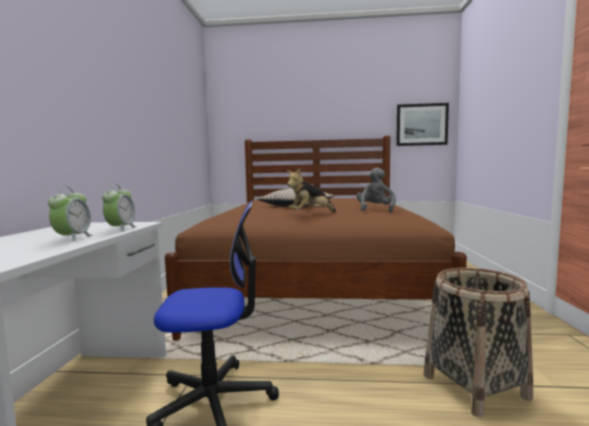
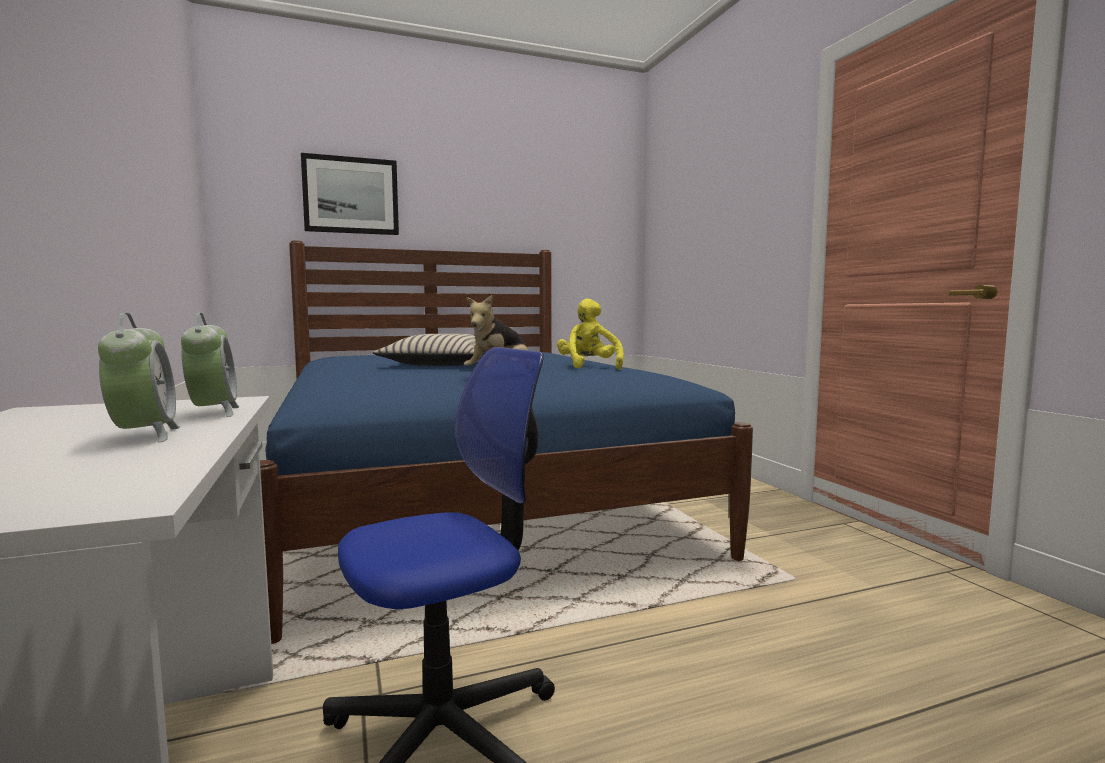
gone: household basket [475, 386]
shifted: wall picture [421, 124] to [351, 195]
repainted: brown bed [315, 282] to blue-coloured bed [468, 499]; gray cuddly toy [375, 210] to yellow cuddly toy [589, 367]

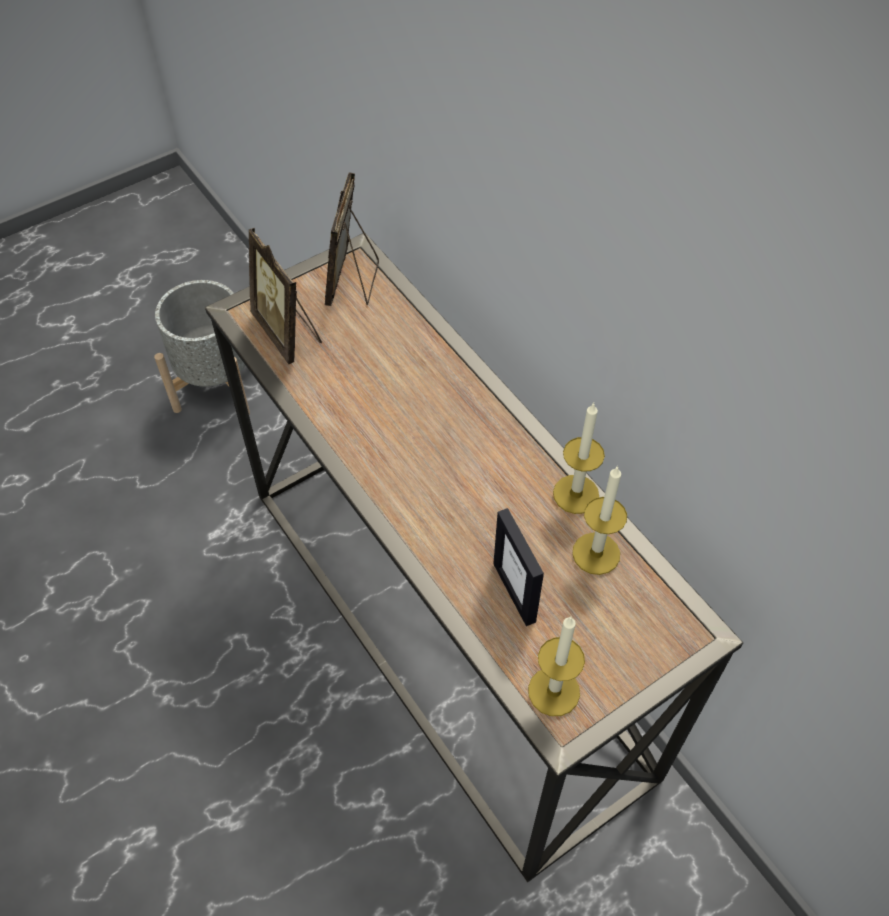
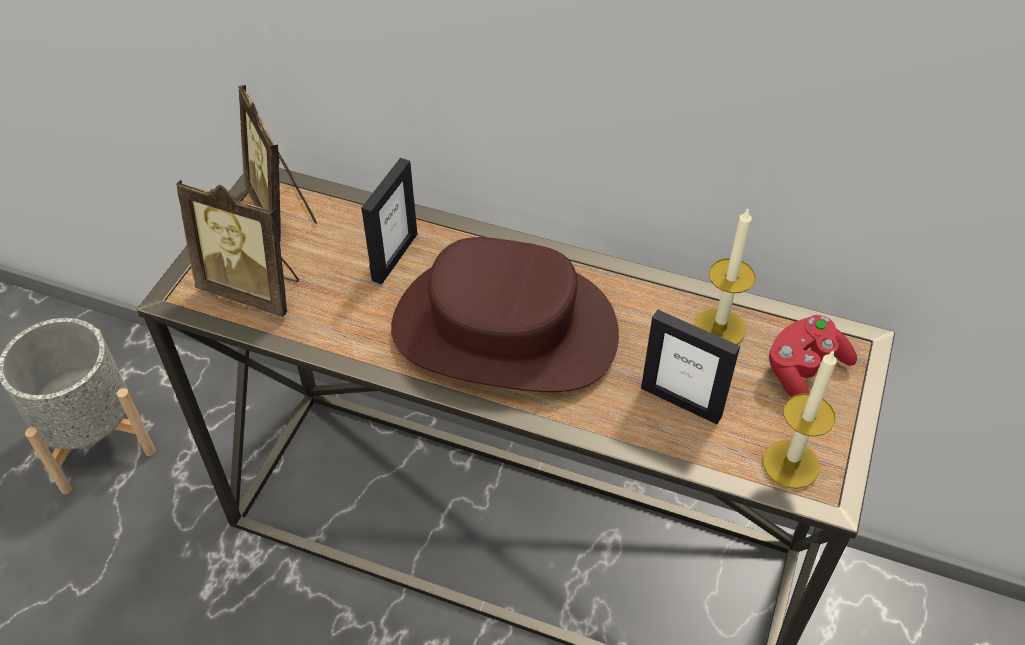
gone: wax candle [576, 494]
new: standing frame [394, 257]; brown clothing hat [504, 330]; reddish game controller [804, 369]

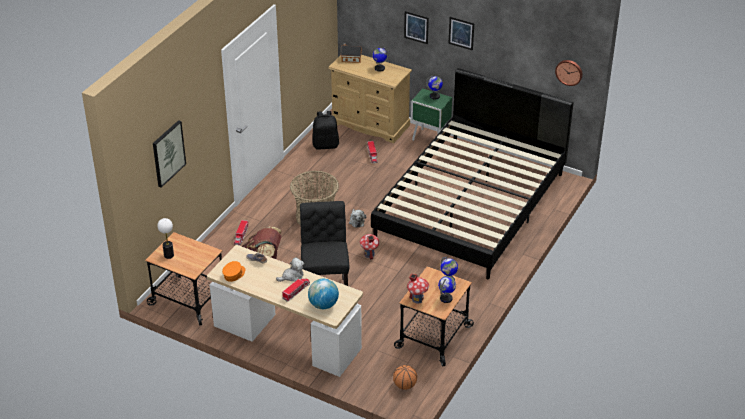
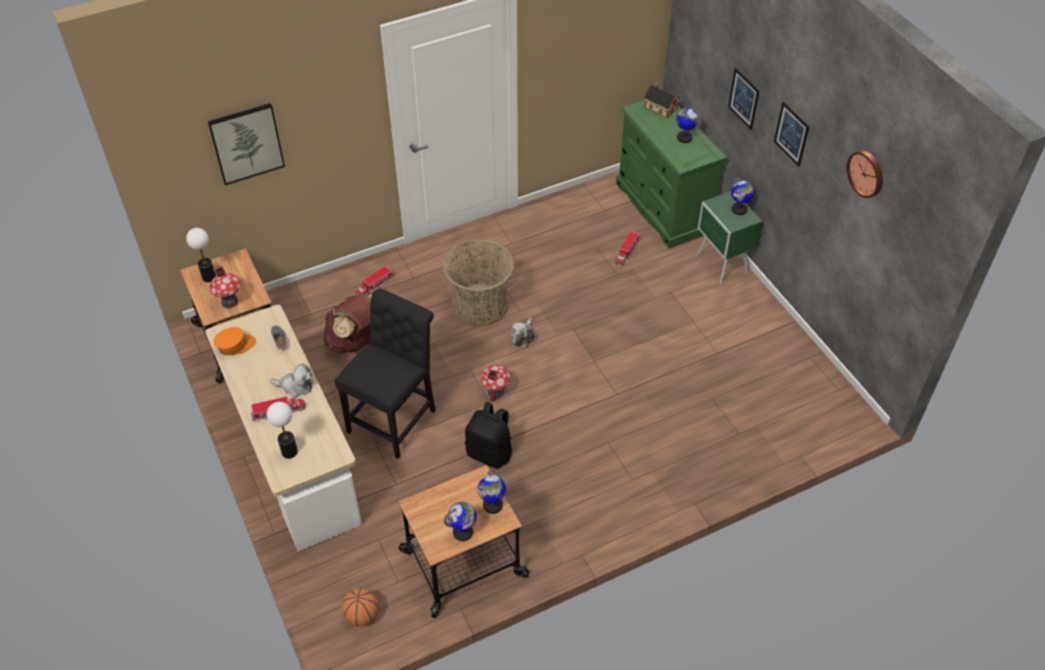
gone: black bed [471, 205]
shifted: model house [417, 299] to [230, 302]; black rucksack [326, 145] to [490, 453]; hanging clock [569, 72] to [866, 173]
swapped: globe [323, 305] to table lamp [289, 451]
repainted: beige dresser [370, 124] to green dresser [663, 208]

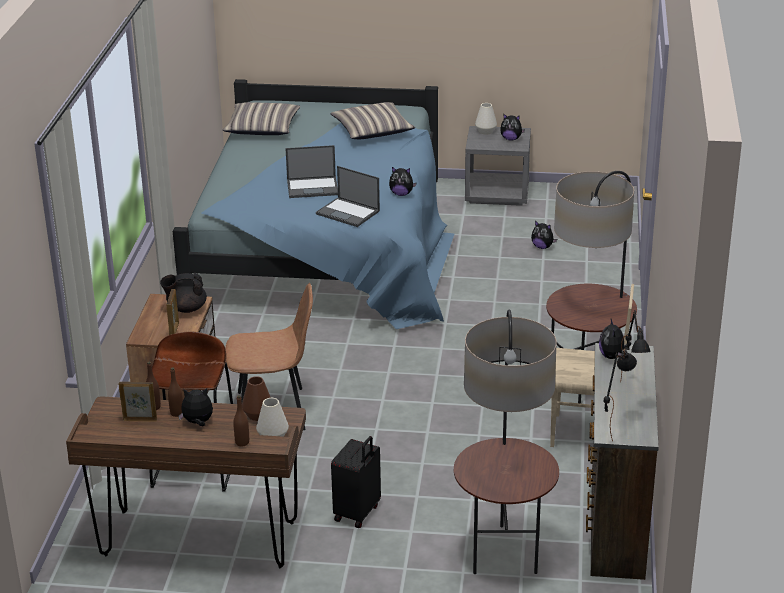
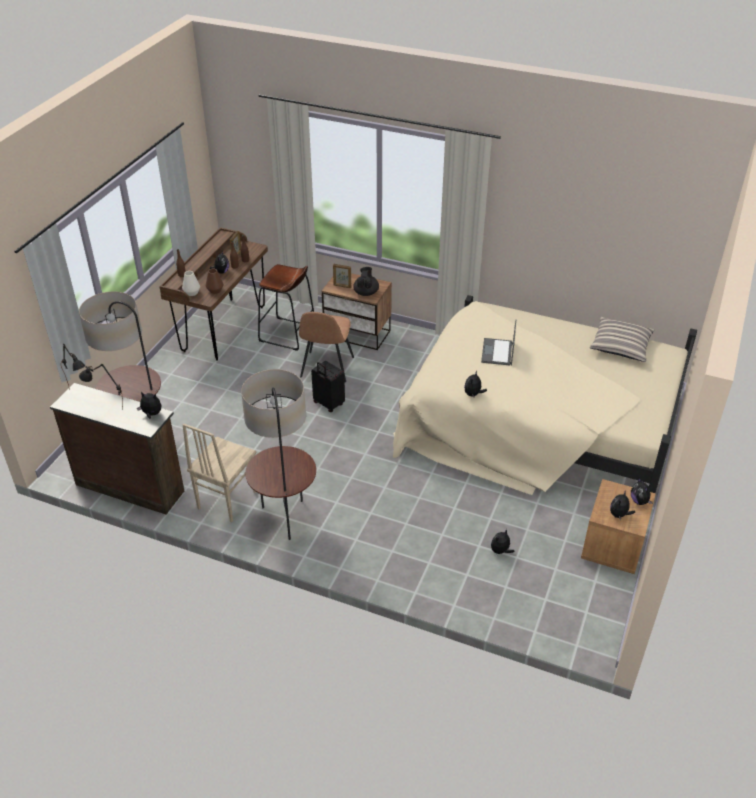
gone: laptop [348, 212]; throw pillow [372, 130]
shifted: black travel case [358, 513] to [328, 404]
swapped: white-coloured decorative vase [485, 131] to cuddly toy [639, 501]
repainted: blue-coloured bed [327, 244] to beige bed [538, 424]; gray bedside table [497, 193] to brown bedside table [612, 547]

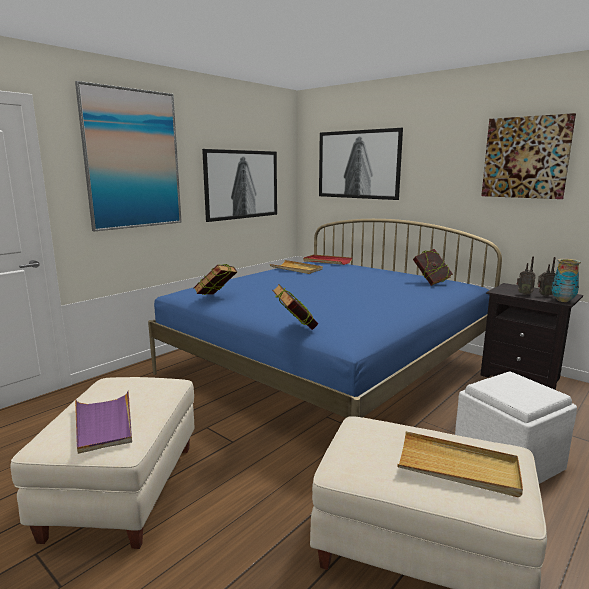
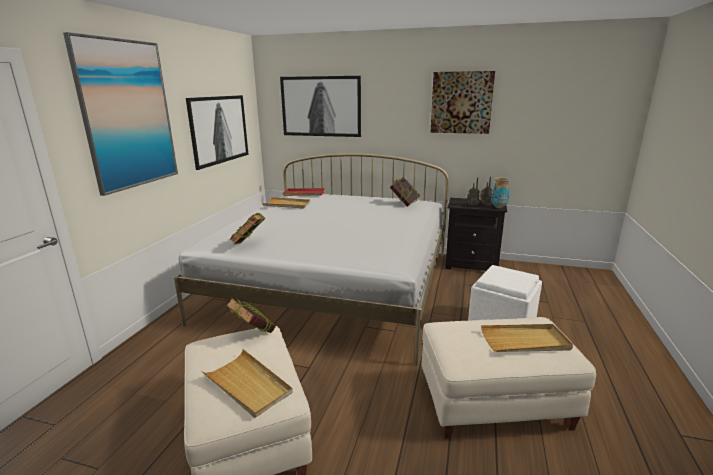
shifted: bound book [295, 328] to [253, 335]
repainted: blue-coloured bed [327, 366] to white-coloured bed [334, 285]; purple carrying tray [104, 424] to beige carrying tray [248, 385]

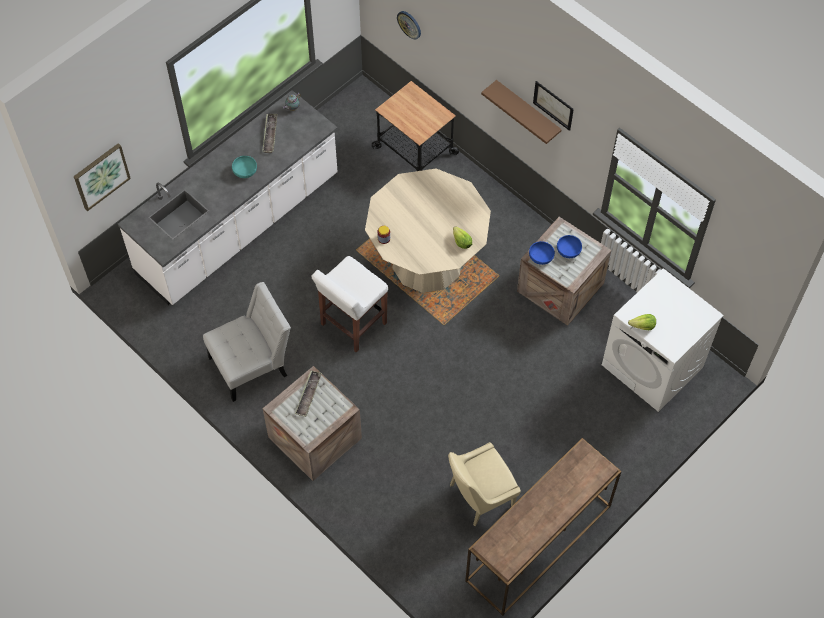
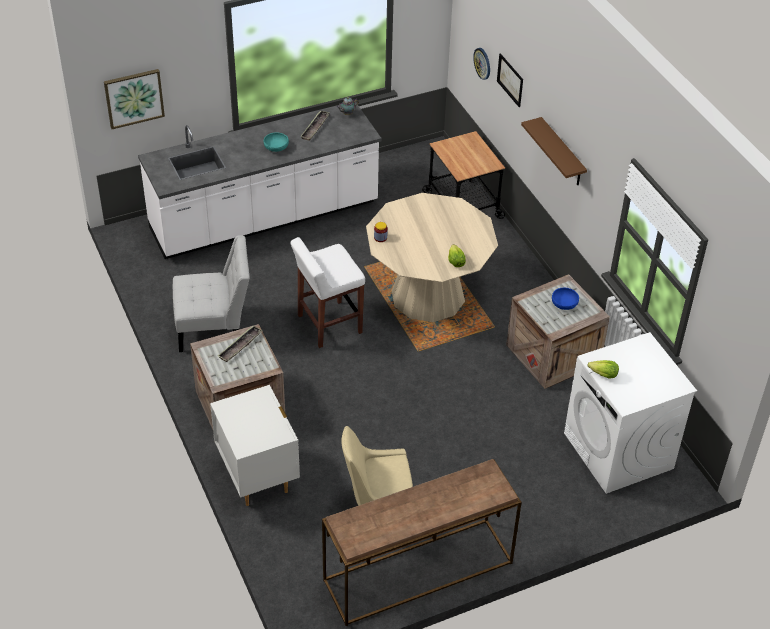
gone: blue-coloured deep dish [541, 257]
new: white-coloured bedside table [257, 477]
shifted: wall picture [553, 105] to [510, 80]

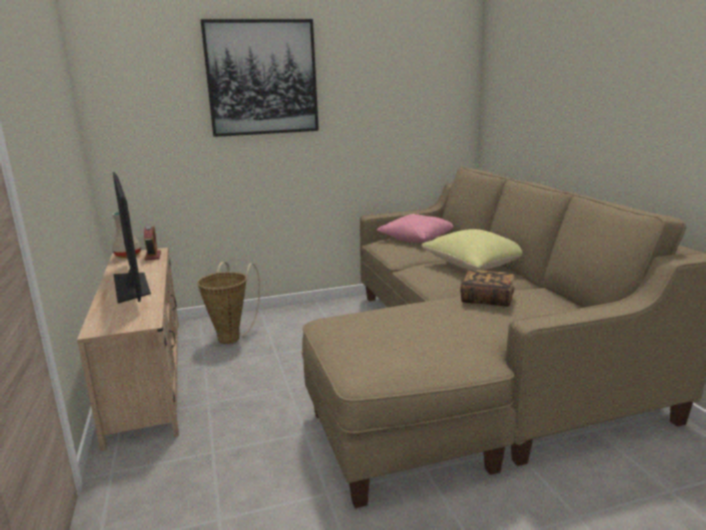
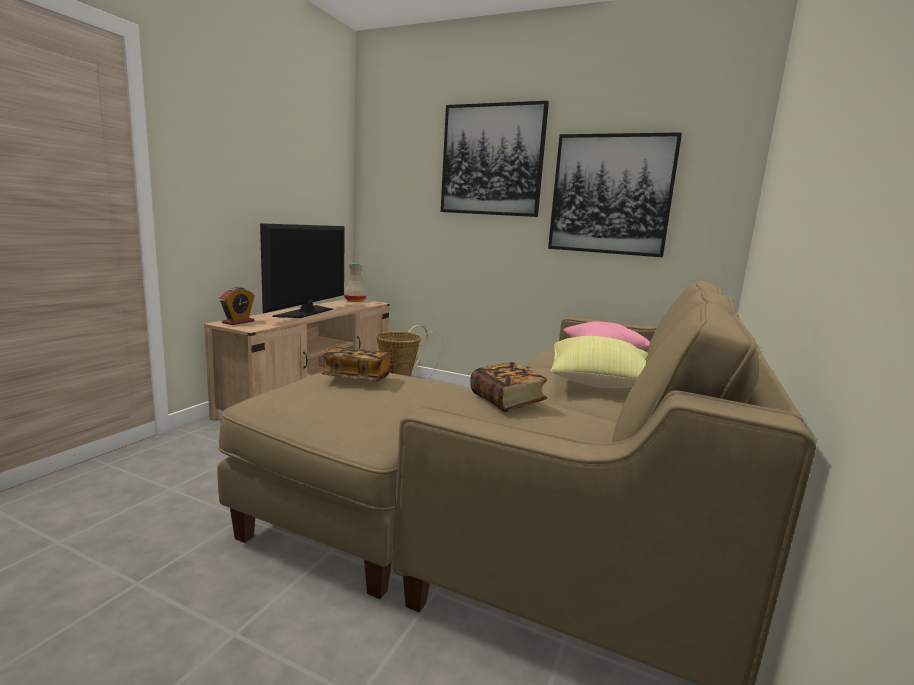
new: bound book [357, 379]; wall picture [610, 195]
shifted: table clock [153, 256] to [238, 322]

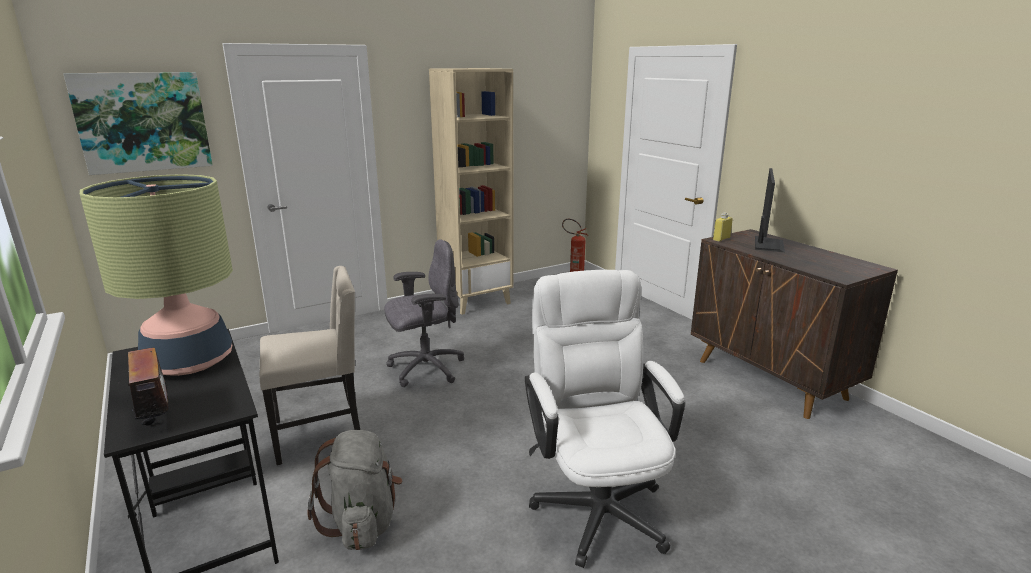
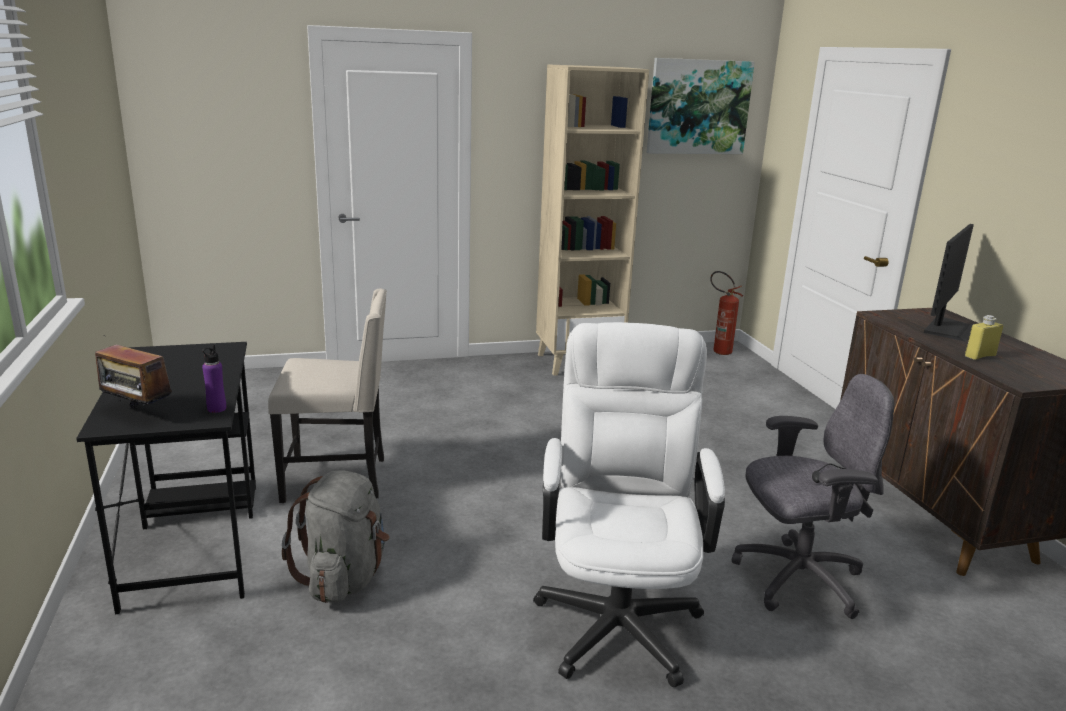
gone: table lamp [189, 361]
new: purple beverage bottle [216, 409]
shifted: wall picture [143, 122] to [698, 107]; gray office chair [425, 369] to [796, 579]; yellow beverage bottle [721, 239] to [980, 356]
rotated: radio [156, 416] = [137, 413] 135 degrees clockwise

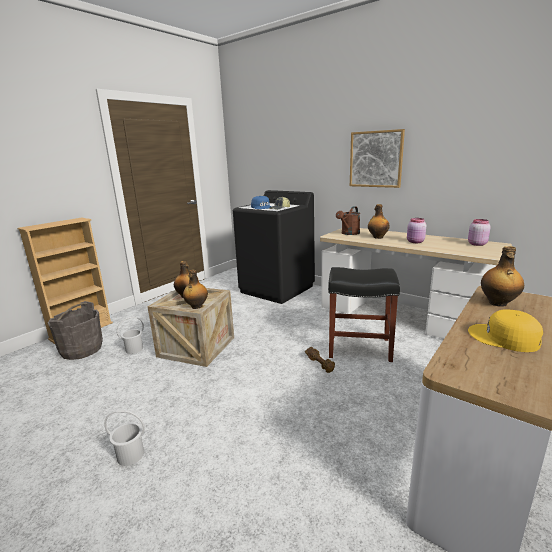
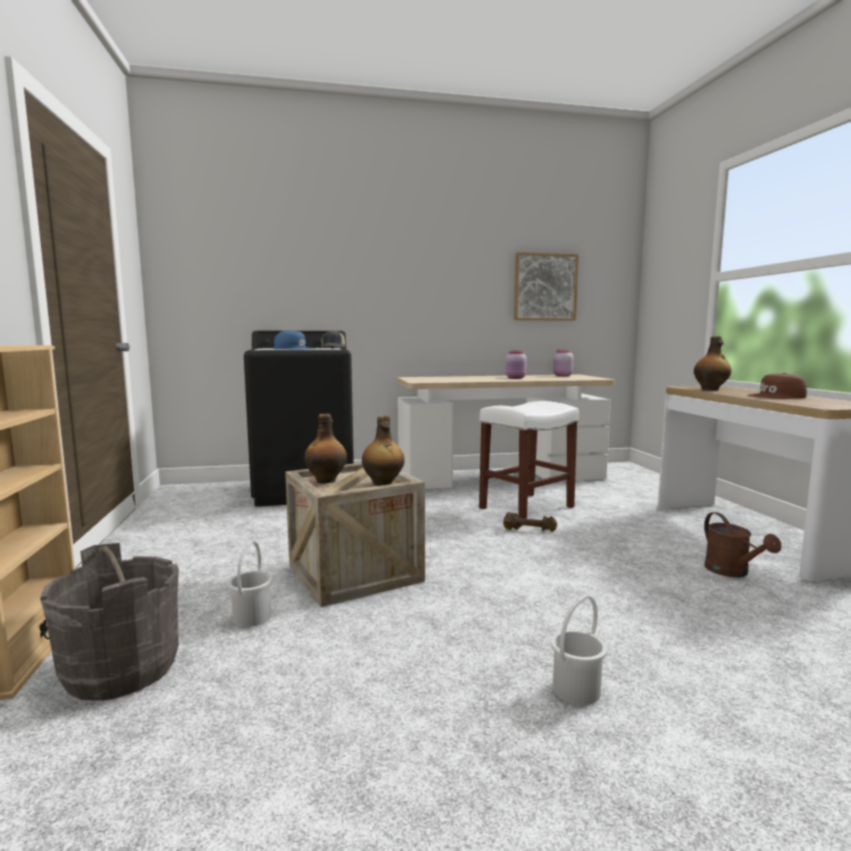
gone: beverage bottle [377, 237]
shifted: wall picture [376, 159] to [545, 287]; brown watering pot [349, 233] to [732, 572]
repainted: black stool [358, 348] to white-coloured stool [526, 508]; yellow cap [504, 338] to brown cap [777, 396]

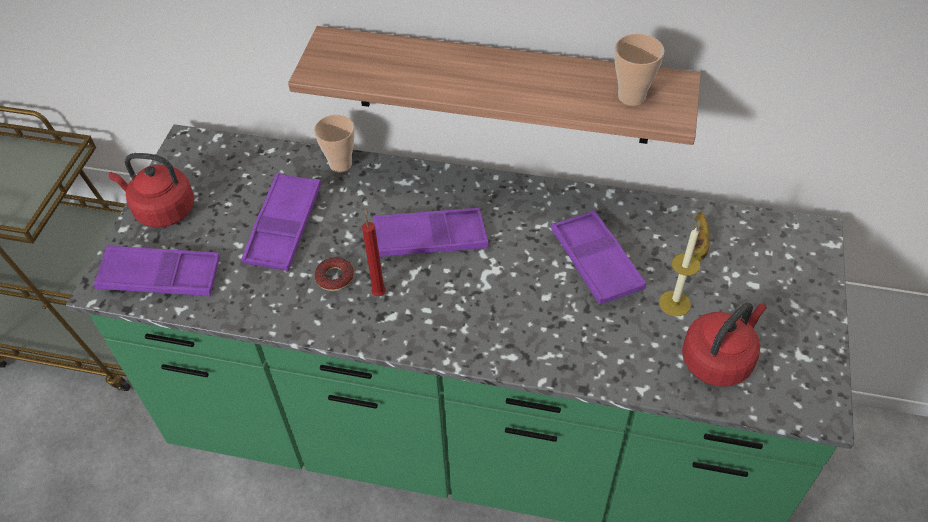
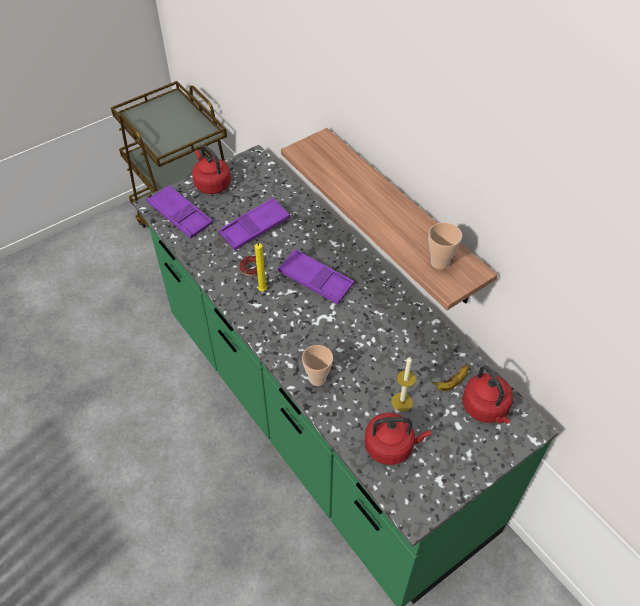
gone: purple carrying tray [595, 262]
new: reddish tea kettle [486, 408]
shifted: small cup [340, 164] to [317, 379]
repainted: reddish wax candle [379, 292] to yellow wax candle [263, 289]

